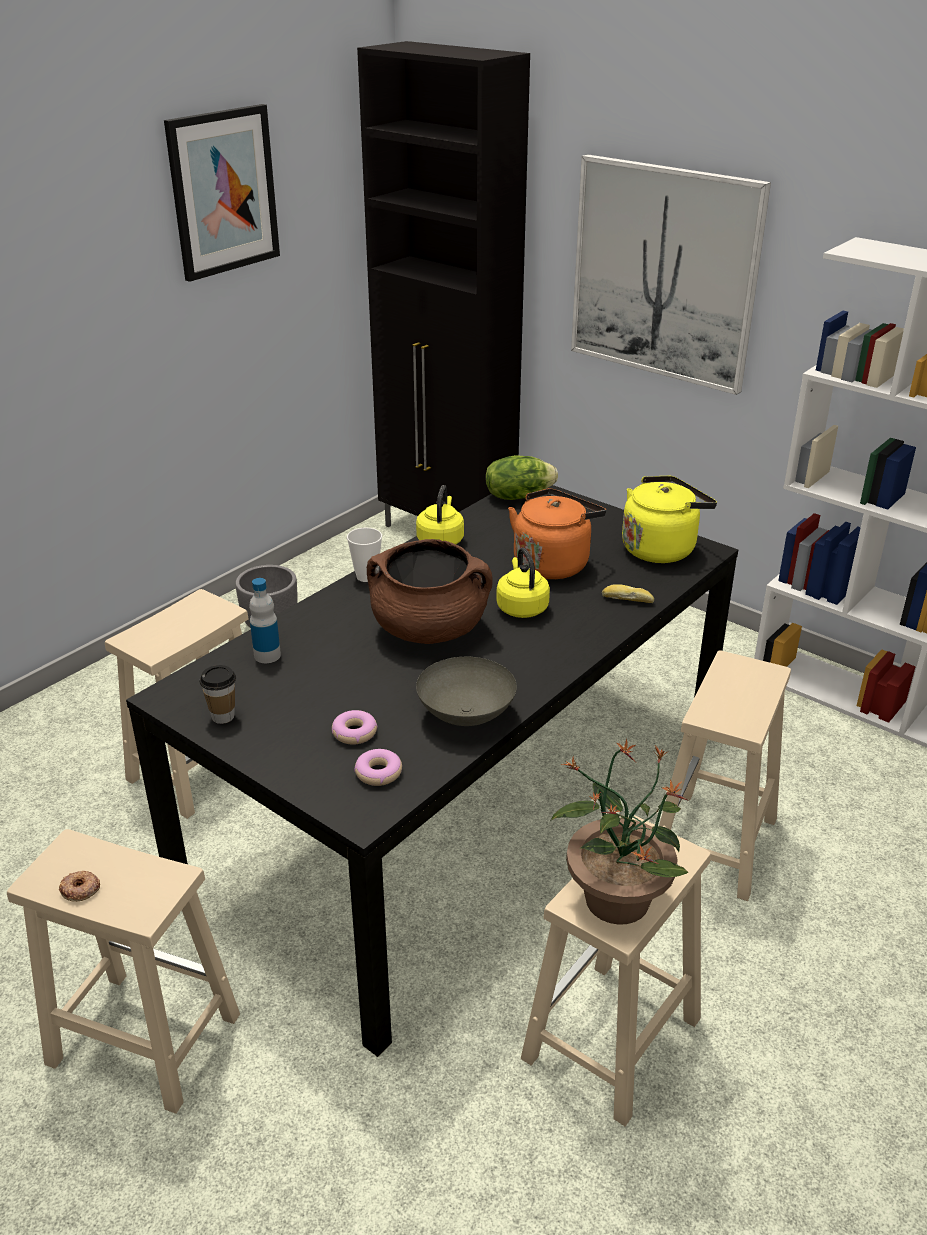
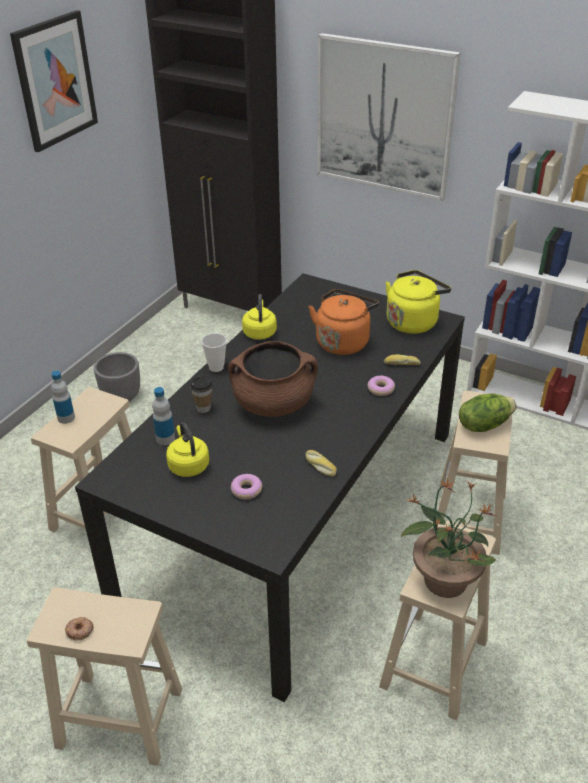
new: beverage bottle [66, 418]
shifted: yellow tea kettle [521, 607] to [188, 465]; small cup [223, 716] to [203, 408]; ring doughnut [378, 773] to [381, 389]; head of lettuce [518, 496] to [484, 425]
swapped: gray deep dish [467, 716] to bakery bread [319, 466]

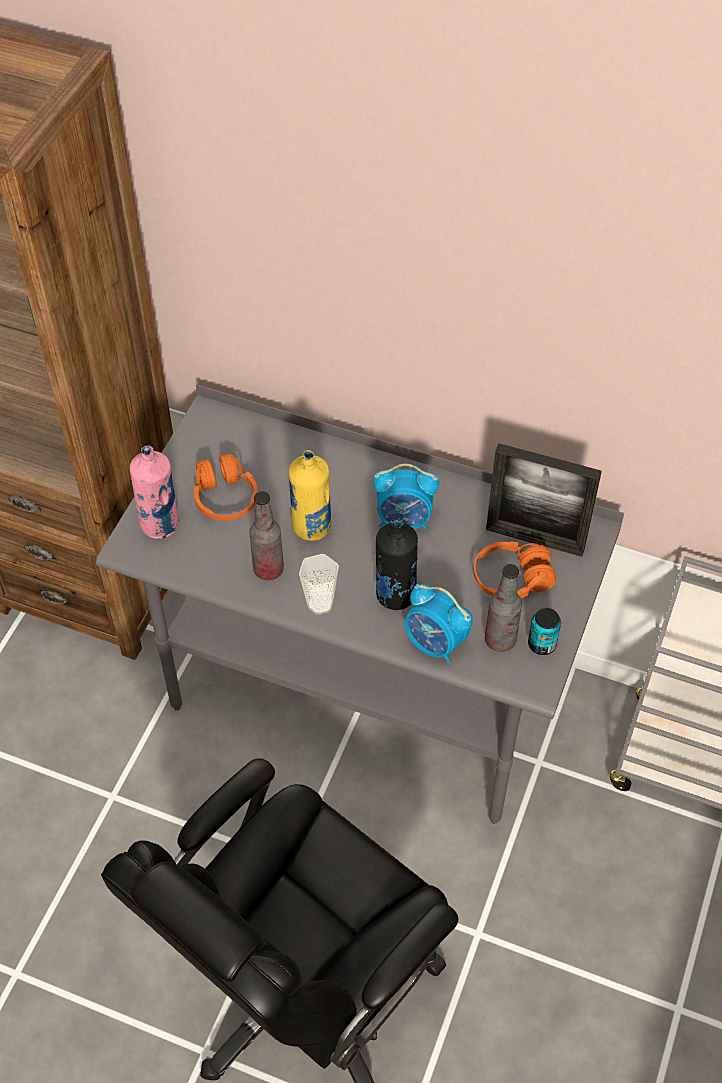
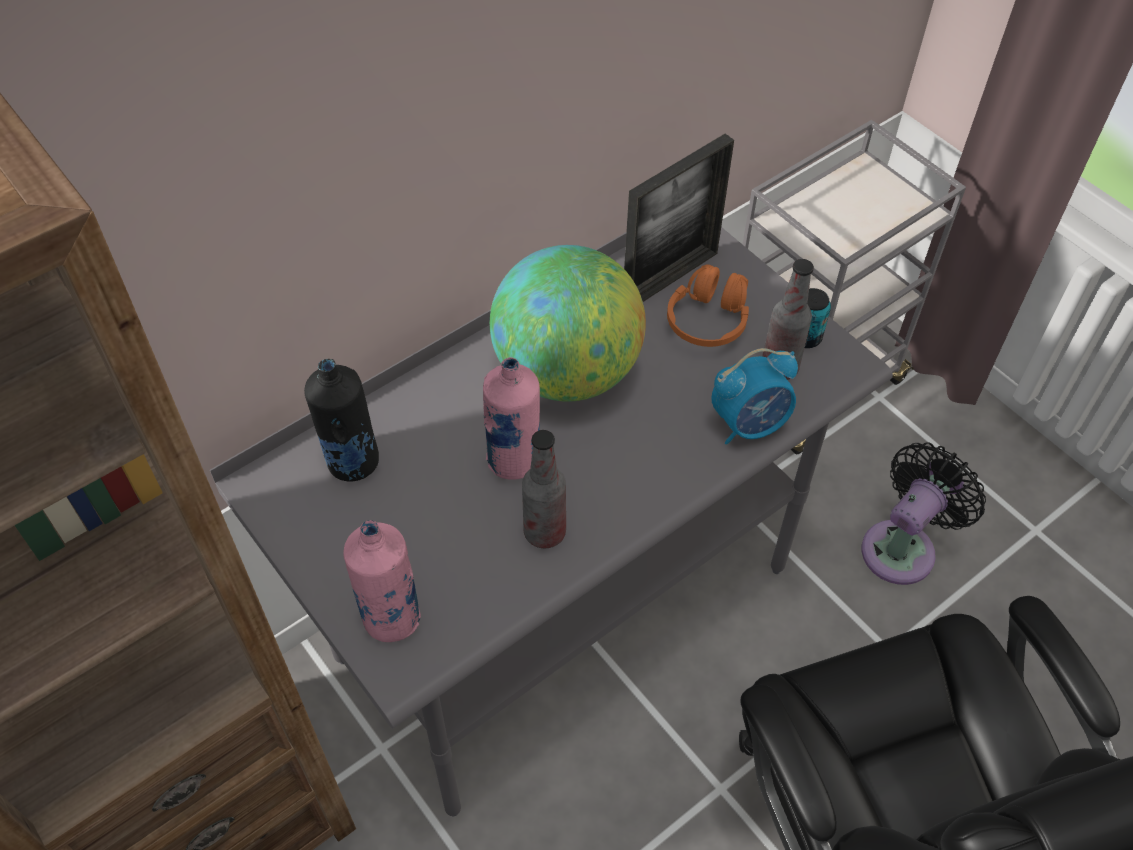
gone: orange headset [225, 498]; small cup [320, 604]
new: black electric fan [903, 547]
shifted: black beverage bottle [395, 595] to [352, 462]
swapped: table clock [404, 520] to globe [567, 371]
repainted: yellow beverage bottle [311, 527] to pink beverage bottle [514, 461]

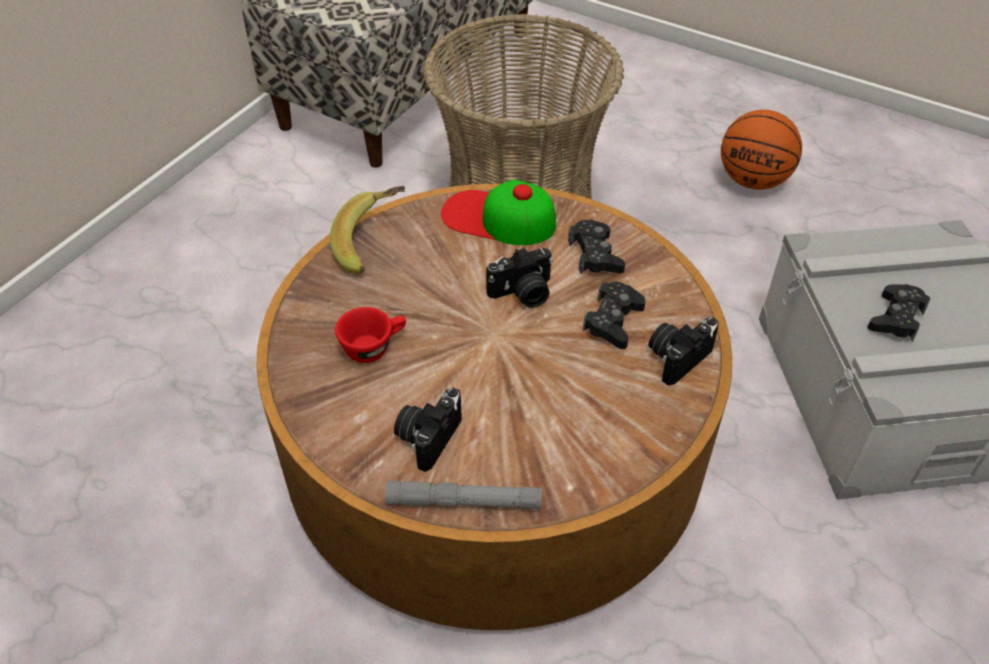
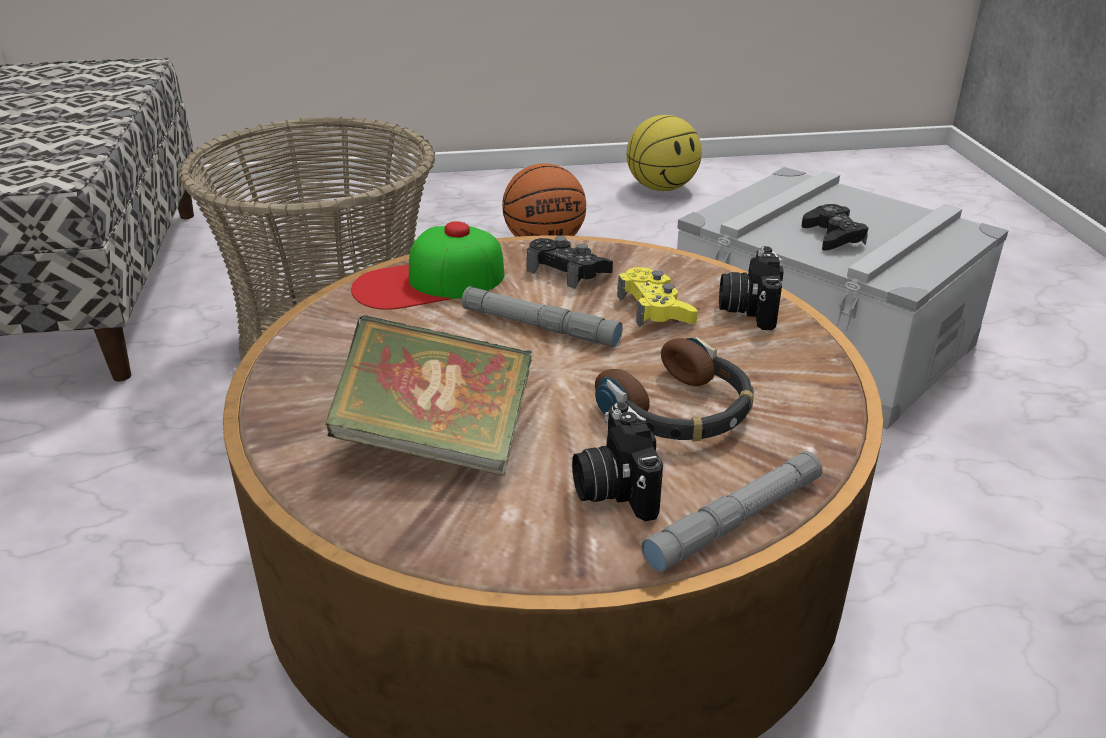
gone: banana fruit [373, 244]
new: headset [679, 411]; basketball ball [662, 188]
swapped: reddish small cup [374, 346] to bound book [436, 442]; photo camera [523, 294] to gray flashlight [540, 326]
repainted: black game controller [613, 321] to yellow game controller [655, 309]

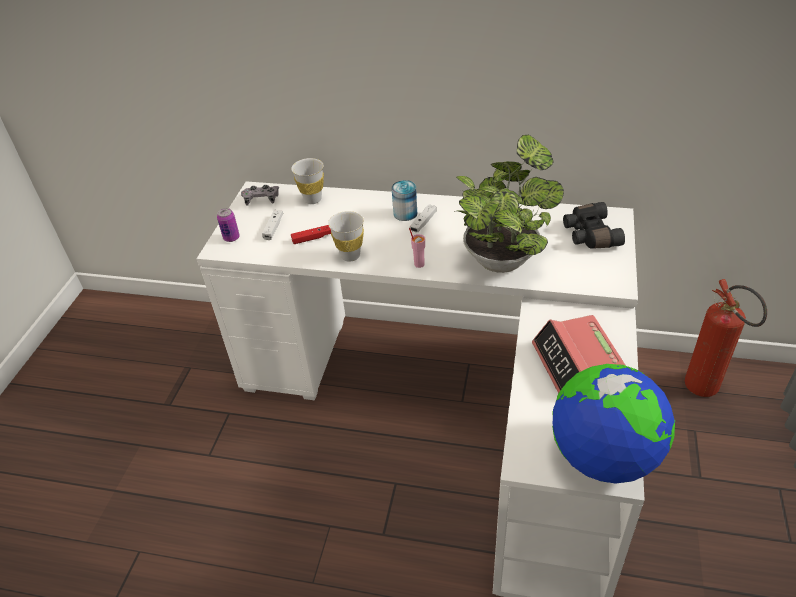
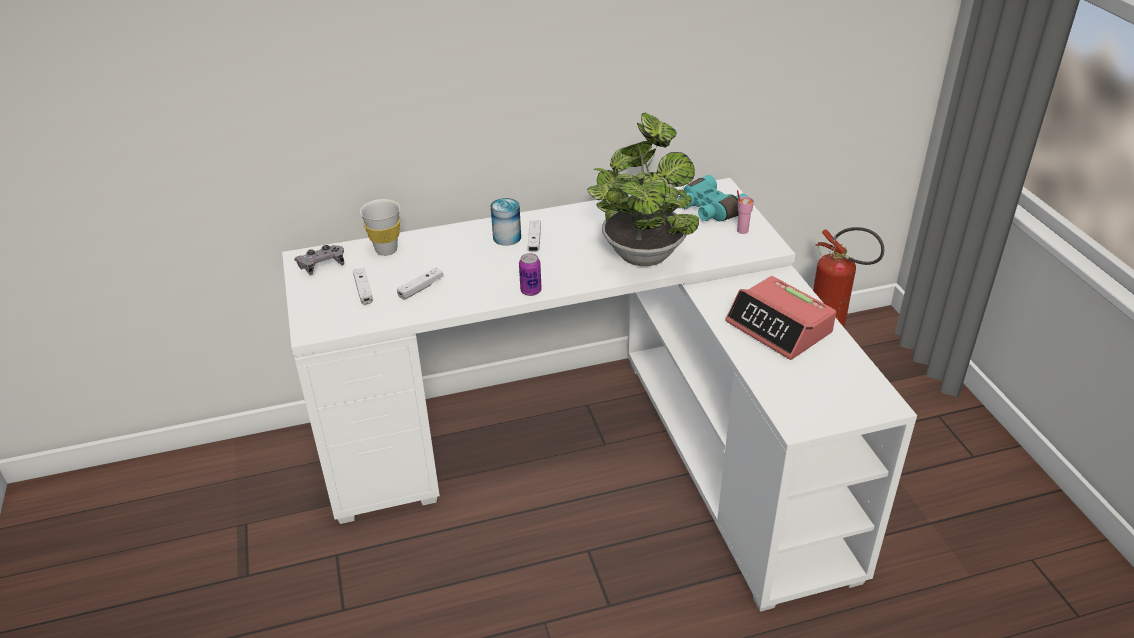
gone: white-coloured small cup [350, 255]; globe [603, 457]
shifted: can [231, 238] to [531, 291]; pink small cup [419, 264] to [742, 230]
repainted: reddish game controller [312, 238] to white-coloured game controller [421, 288]; black pair of binoculars [589, 234] to turquoise-coloured pair of binoculars [709, 210]

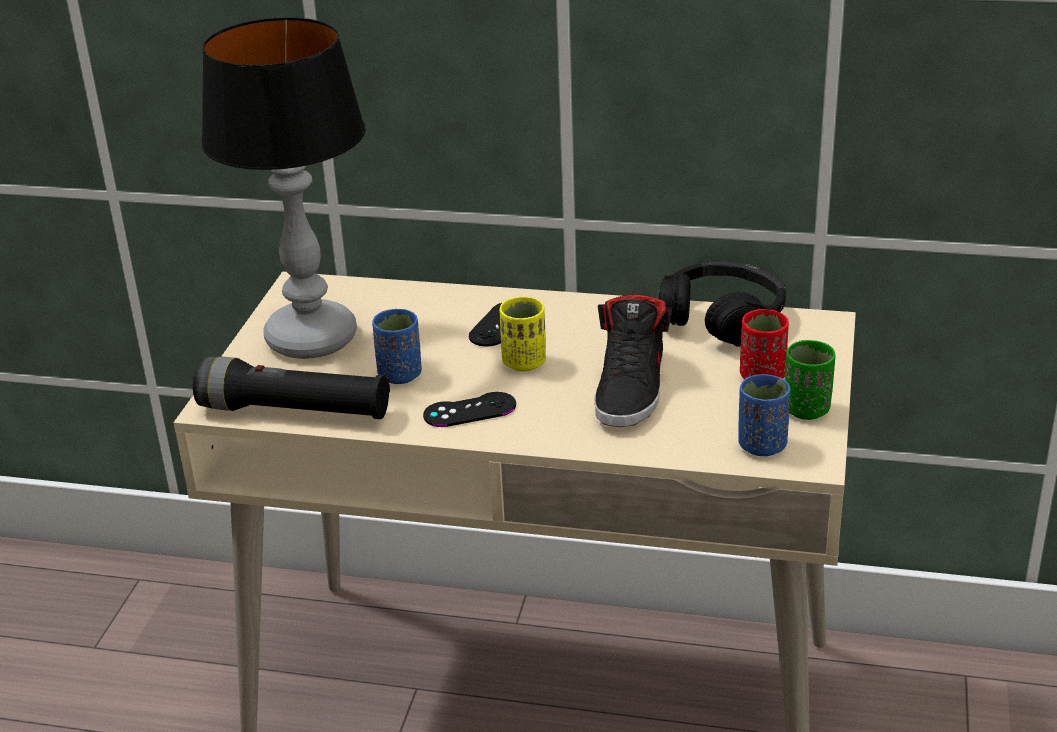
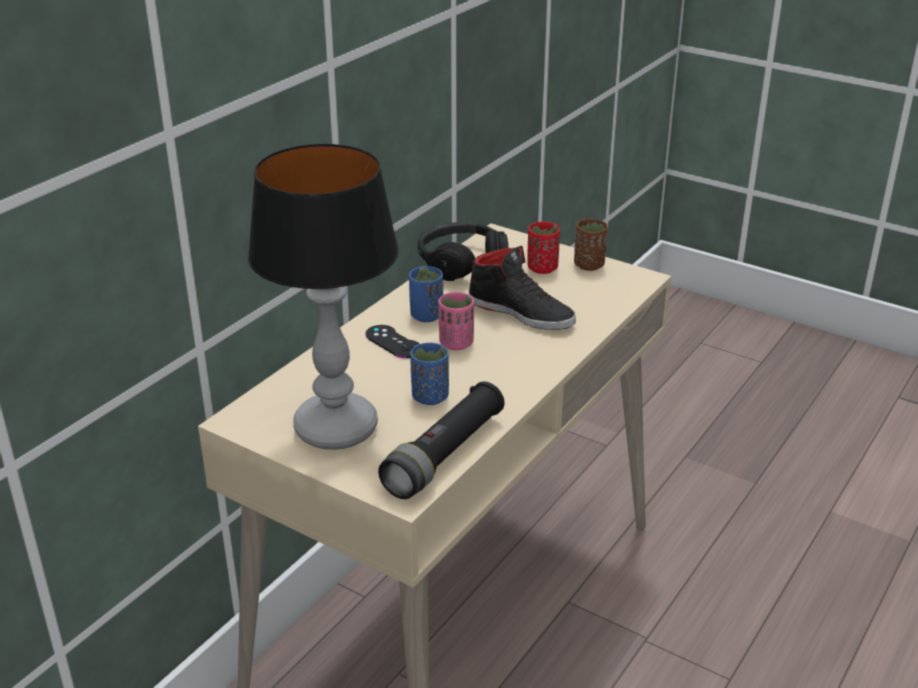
gone: black game controller [470, 410]
shifted: blue-coloured small cup [762, 445] to [426, 316]
repainted: yellow small cup [524, 362] to pink small cup [456, 343]; green small cup [806, 410] to brown small cup [589, 265]

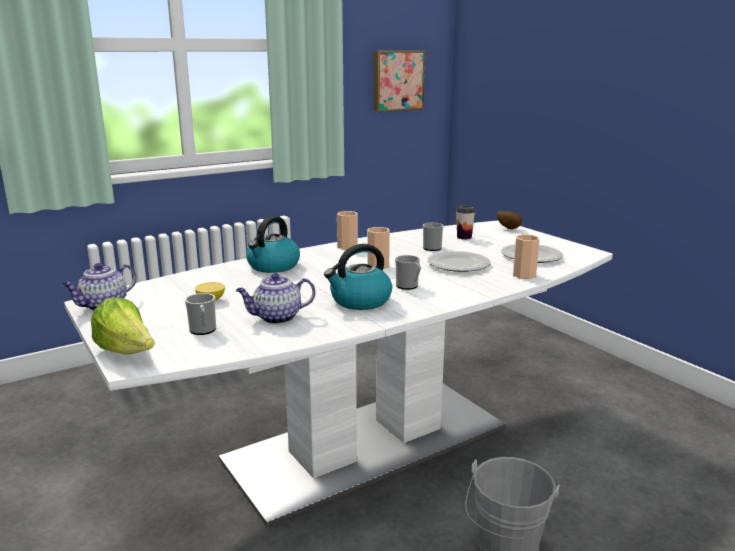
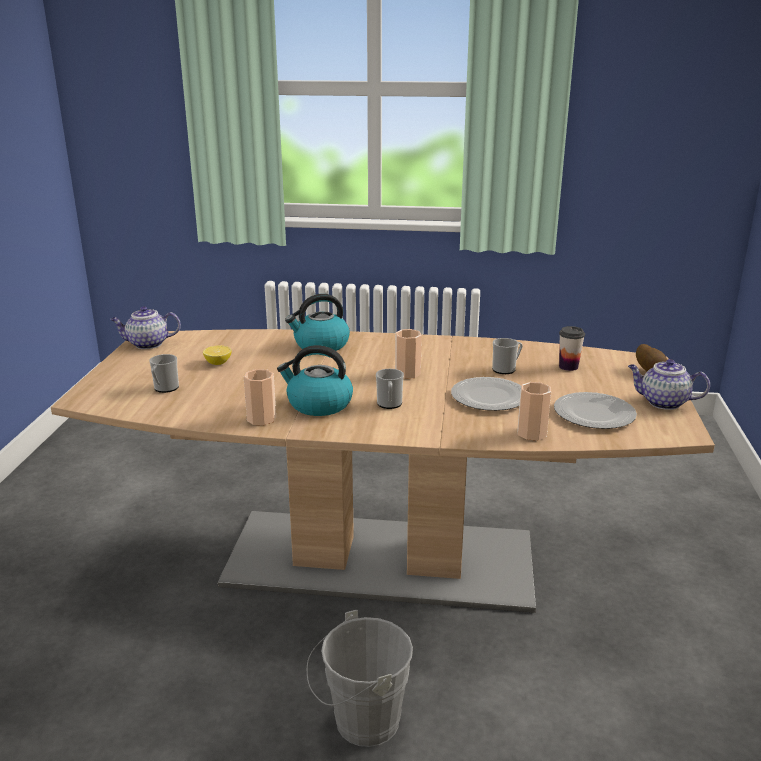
gone: head of lettuce [127, 352]; wall picture [397, 80]
shifted: small cup [347, 246] to [261, 419]; teapot [276, 318] to [662, 402]
repainted: white-coloured dining table [366, 443] to brown dining table [379, 559]

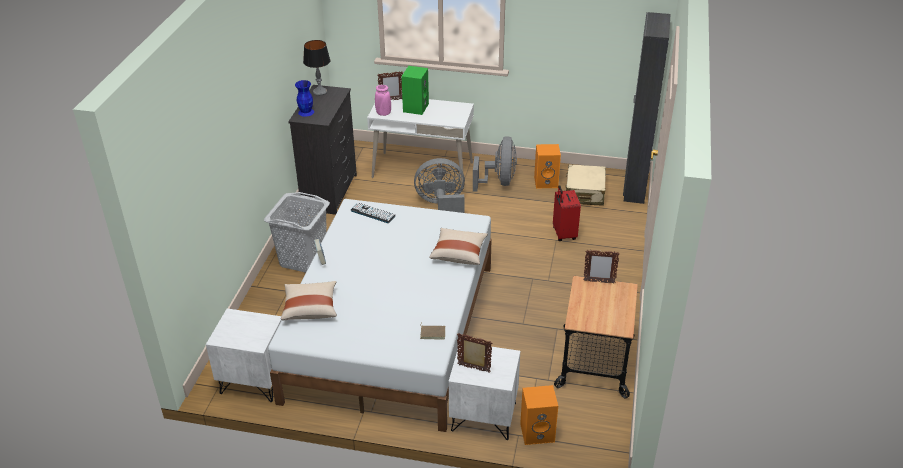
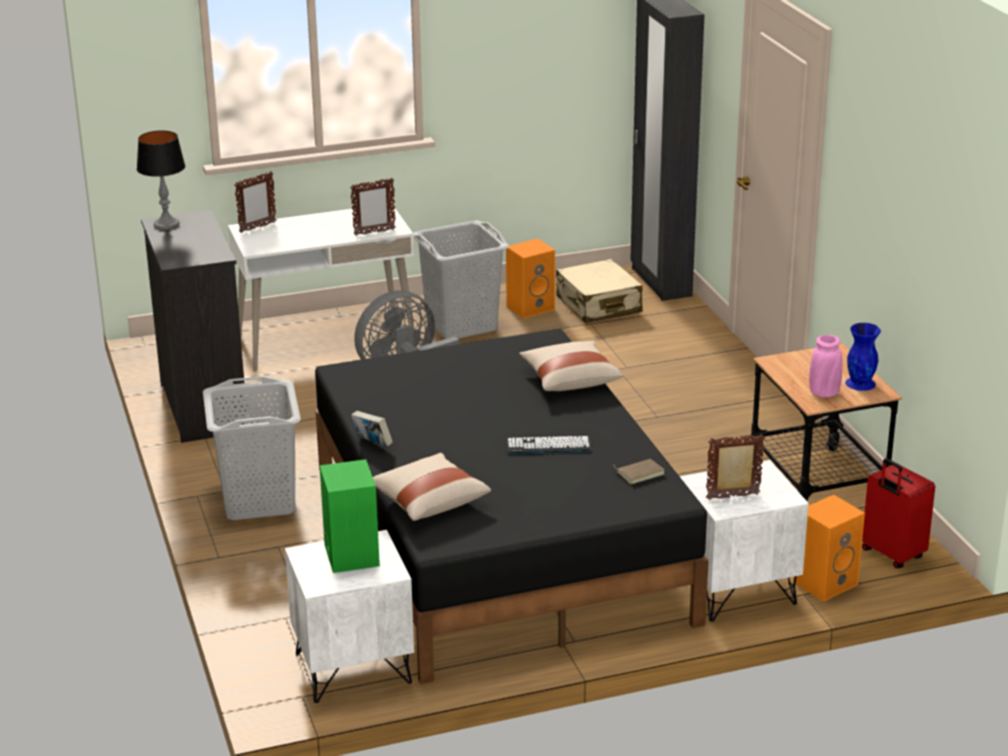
shifted: green speaker [415, 107] to [350, 554]; standing frame [598, 282] to [374, 232]; computer keyboard [373, 213] to [548, 446]; pink decorative vase [383, 113] to [824, 393]; blue-coloured decorative vase [306, 112] to [861, 383]; reddish travel case [563, 234] to [891, 555]
swapped: gray electric fan [499, 182] to gray washing basket [461, 325]
repainted: white-coloured bed [391, 331] to black bed [497, 542]

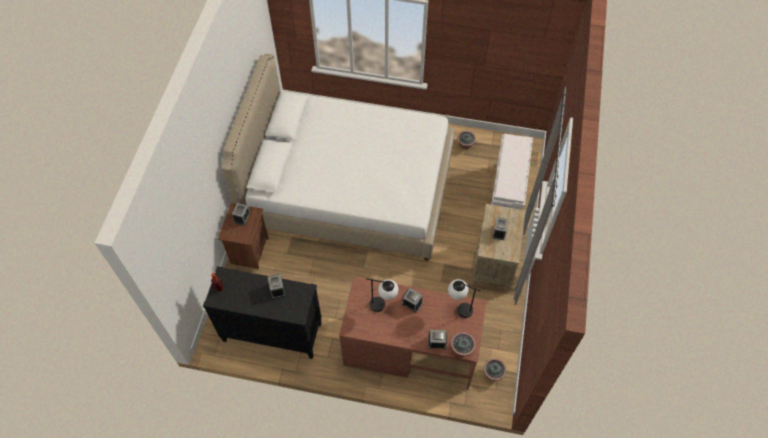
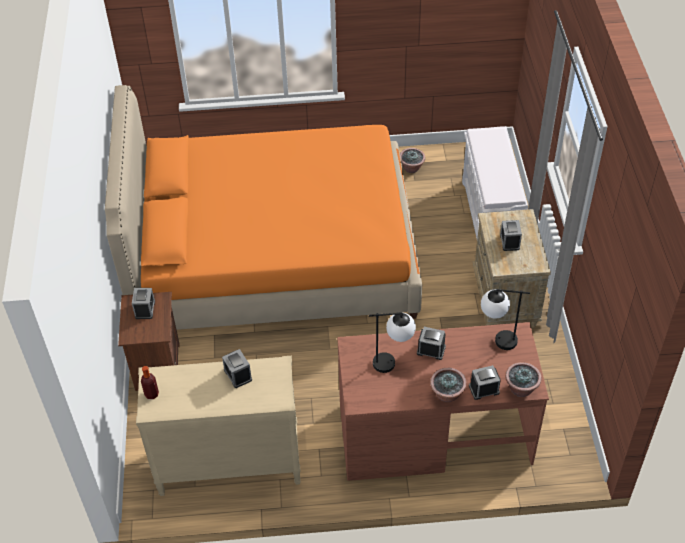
shifted: plant in a pot [493, 374] to [447, 395]
repainted: white-coloured bed [349, 188] to orange bed [273, 256]; black dresser [272, 333] to beige dresser [229, 465]

